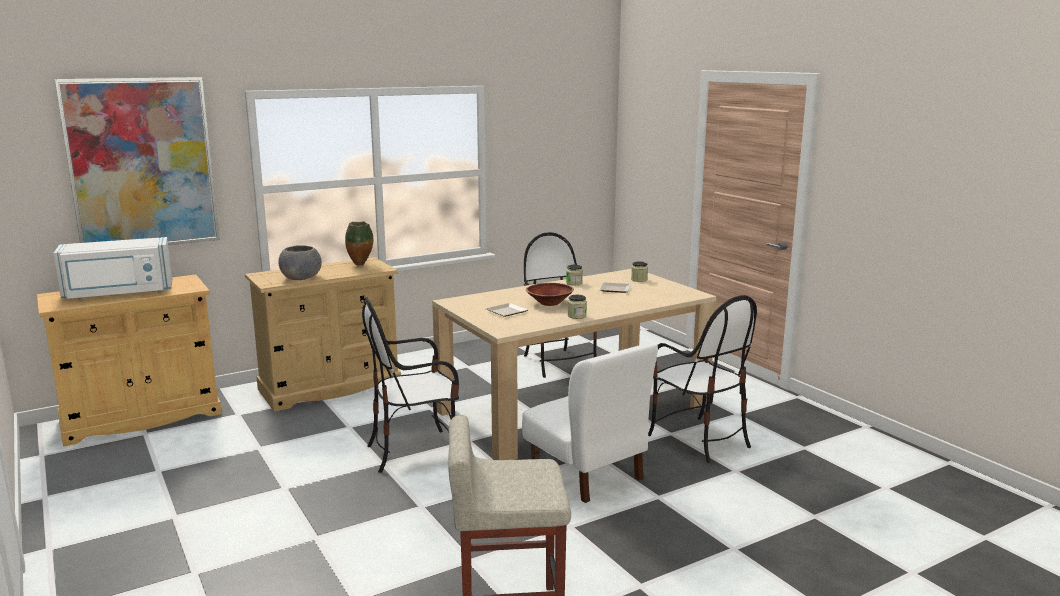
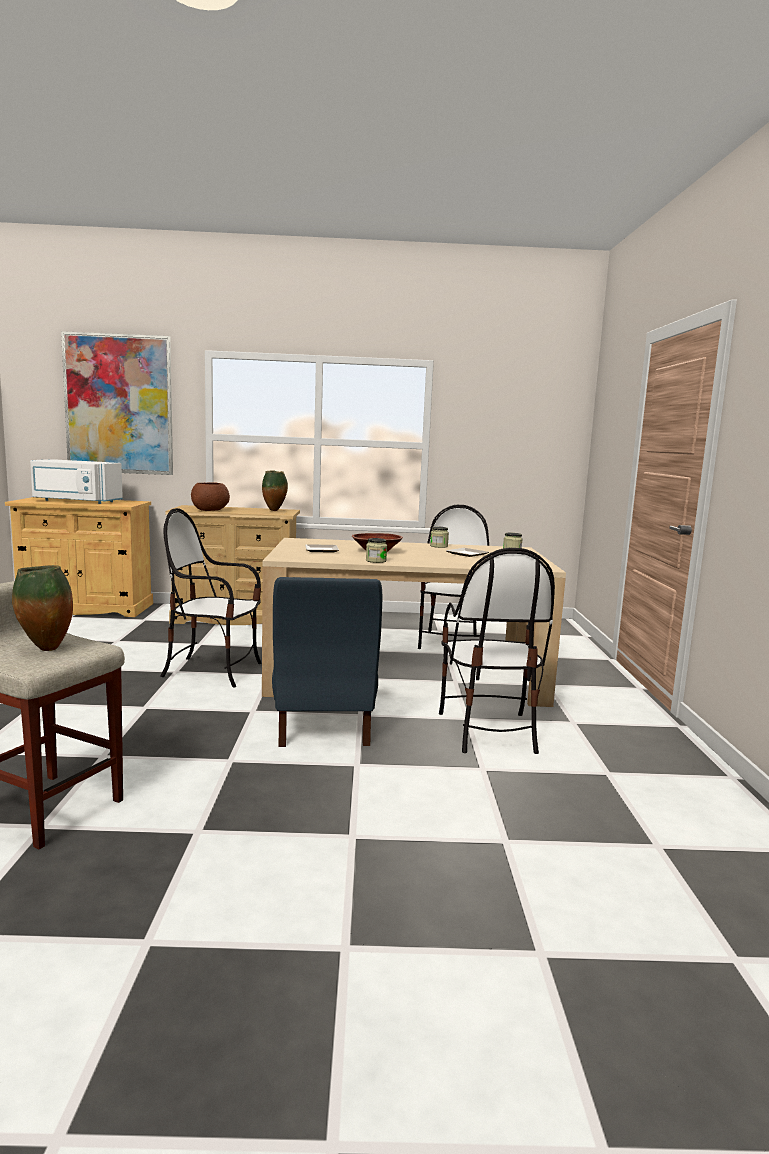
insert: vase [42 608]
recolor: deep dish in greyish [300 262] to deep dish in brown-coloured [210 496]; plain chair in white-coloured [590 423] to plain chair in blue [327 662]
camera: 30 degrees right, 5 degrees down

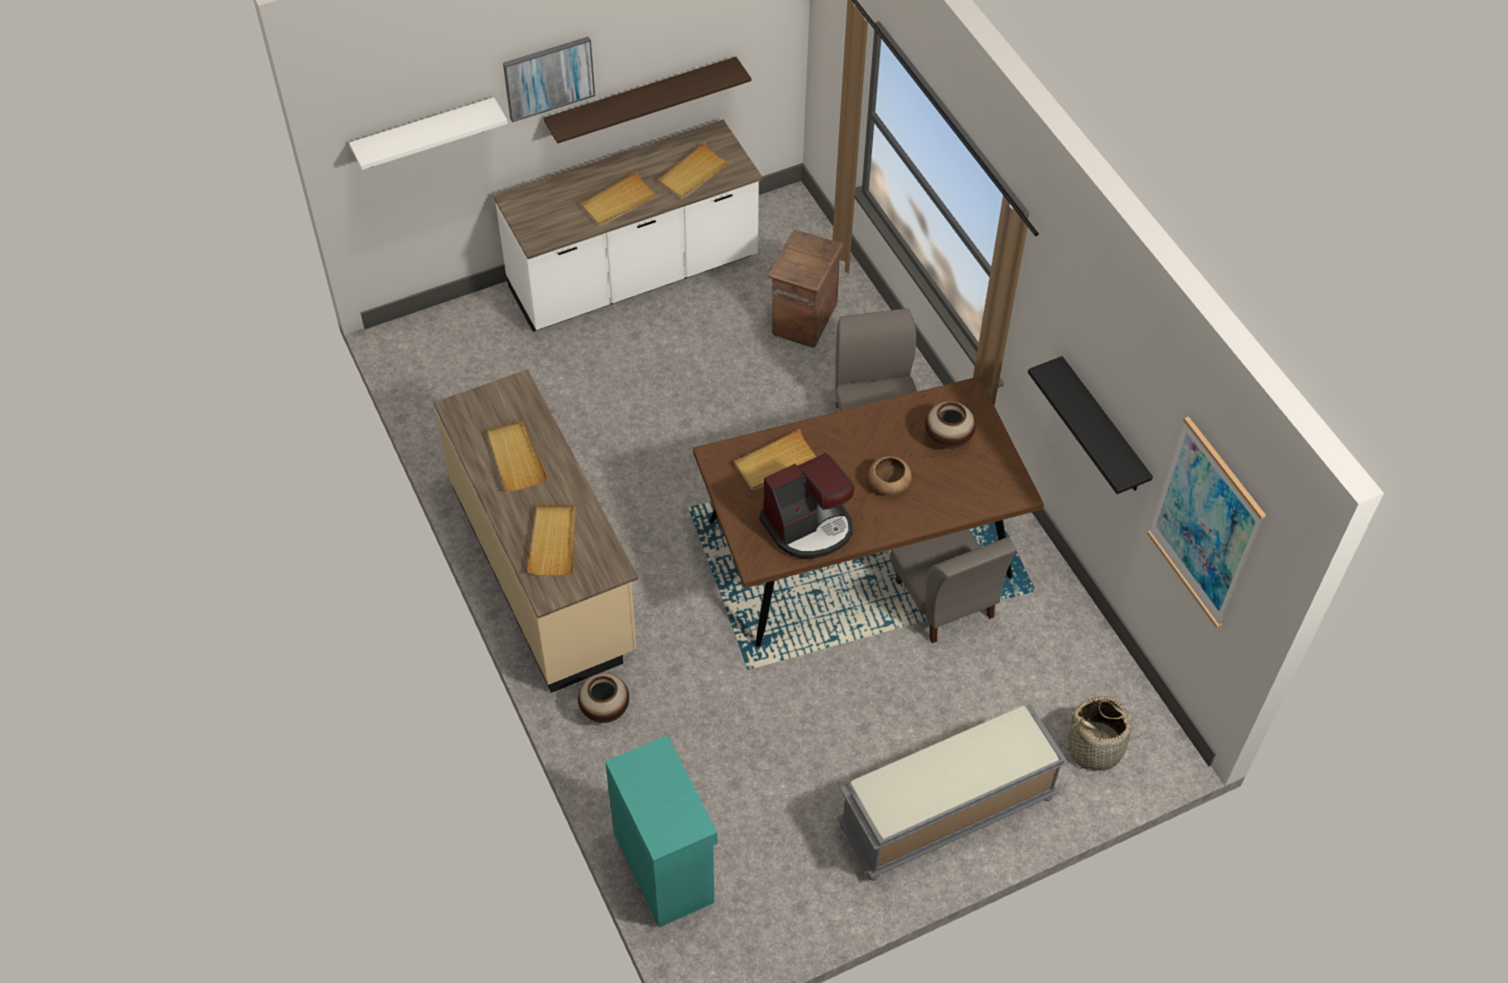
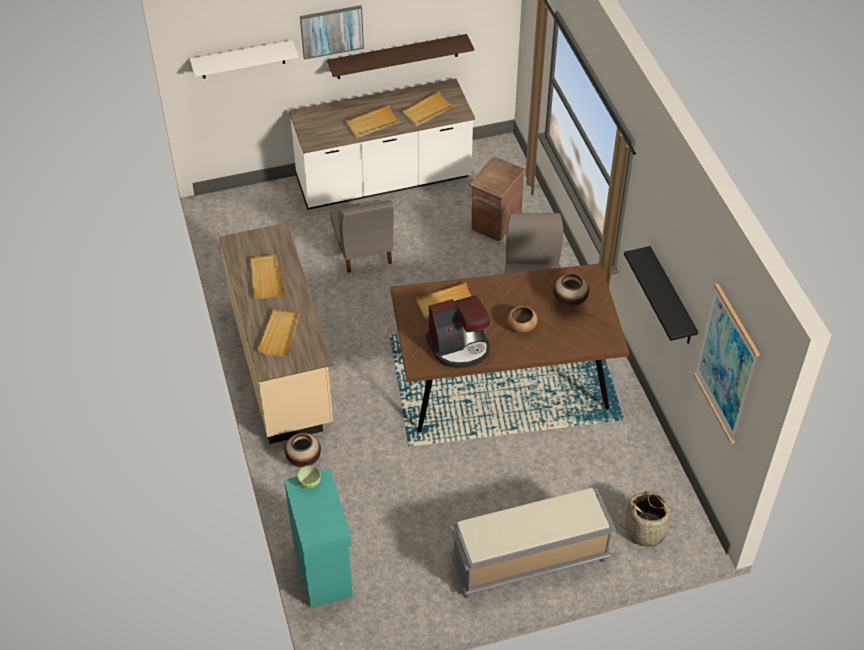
insert: deep dish in greenish [309 477]
move: plain chair in greyish [953 586] to [362 236]
camera: 10 degrees right, 5 degrees down

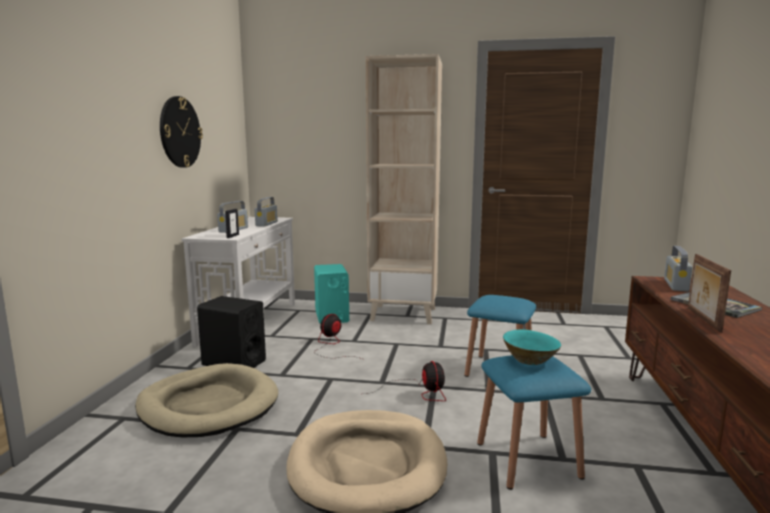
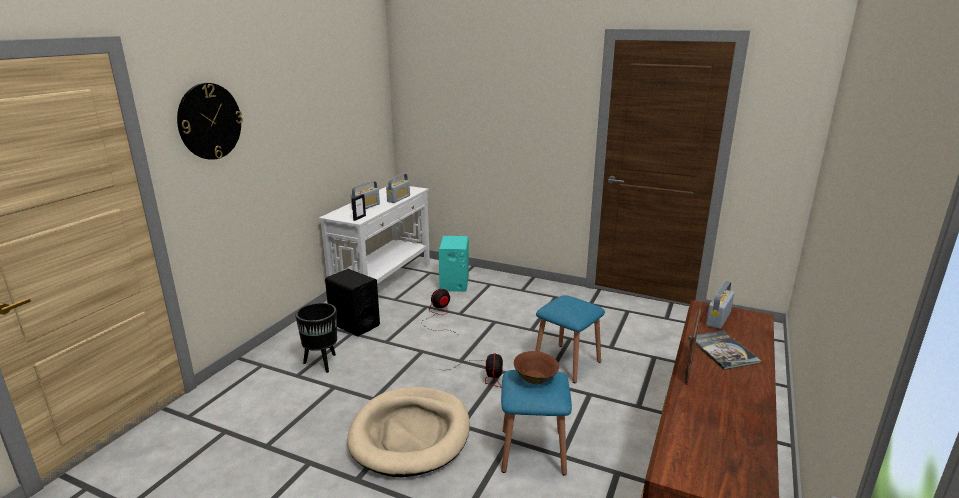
delete: bookshelf in beige-coloured [404 189]
move: hanging clock [181 132] to [210 121]
replace: pet bed in beige-coloured [206 400] to flower pot in blackish [316 338]
recolor: deep dish in blue-green [532 347] to deep dish in brown-coloured [536 367]
camera: 15 degrees right, 10 degrees up

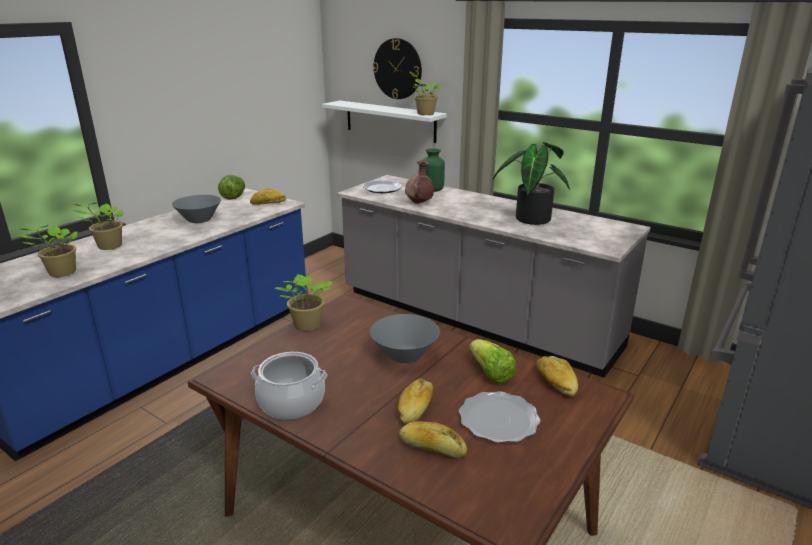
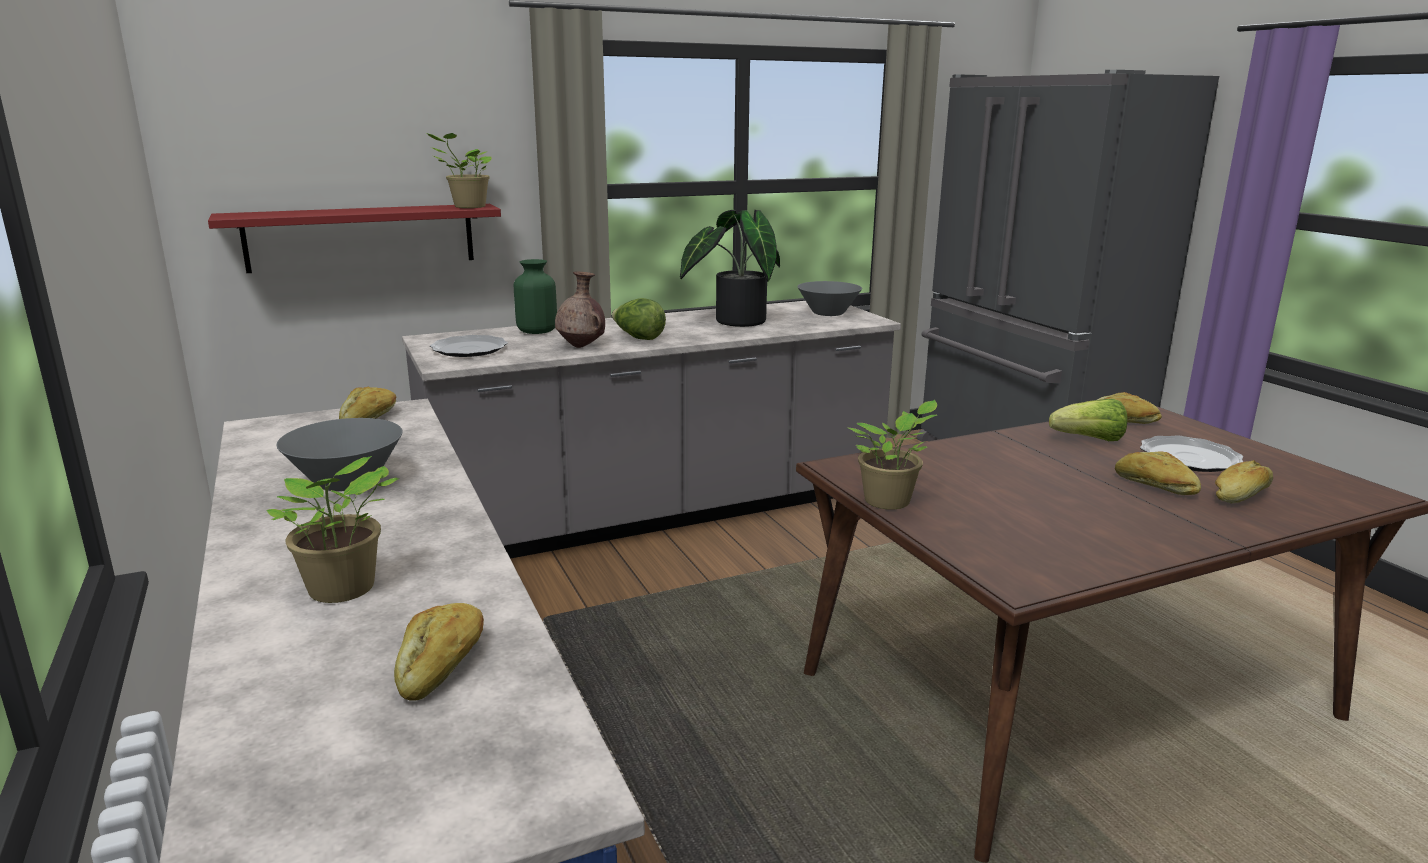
delete: saucepot [289 386]; hanging clock [397 68]
move: head of lettuce [231 187] to [638 319]; deep dish in greyish [405 338] to [829 298]
replace: potted plant [48 251] to bread [439 652]
recolor: wall shelf in white-coloured [384 122] to wall shelf in red [354 238]
camera: 60 degrees left, 5 degrees down

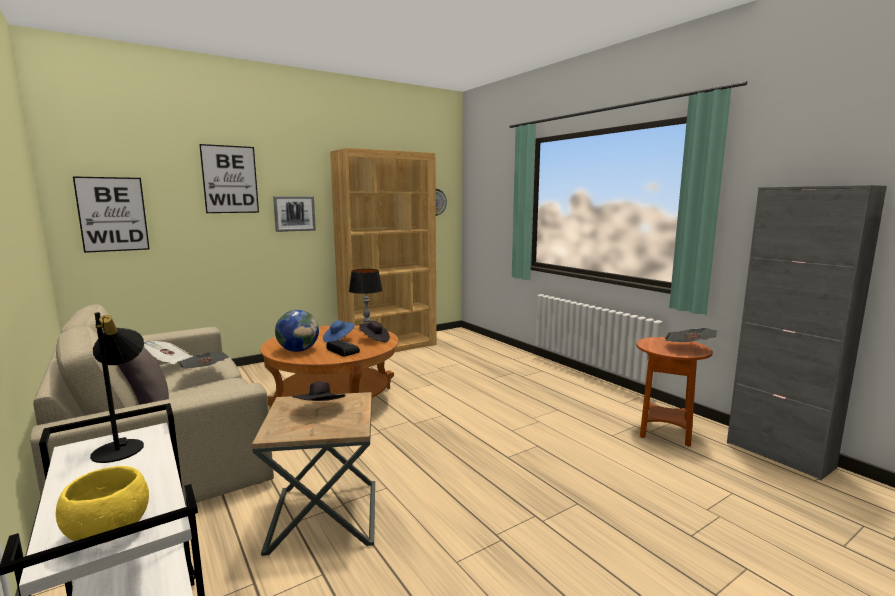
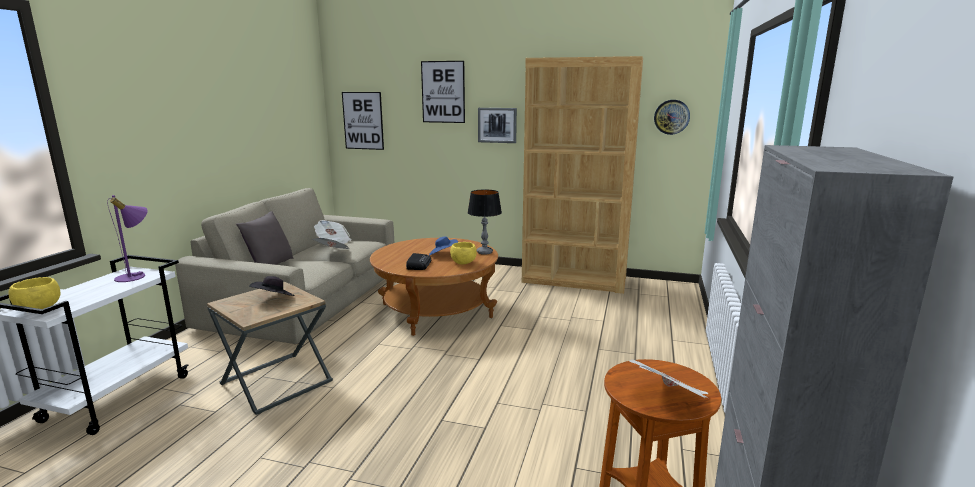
delete: globe [297 331]
replace: wearable hat in blackish [374 331] to deep dish in yellow-coloured [463 253]
recolor: lamp for a table in blackish [117 387] to lamp for a table in purple-coloured [127 238]
camera: 50 degrees right, 5 degrees up

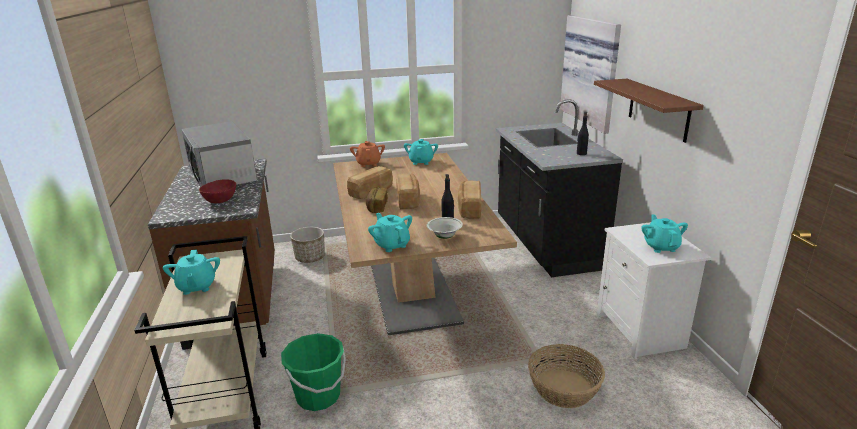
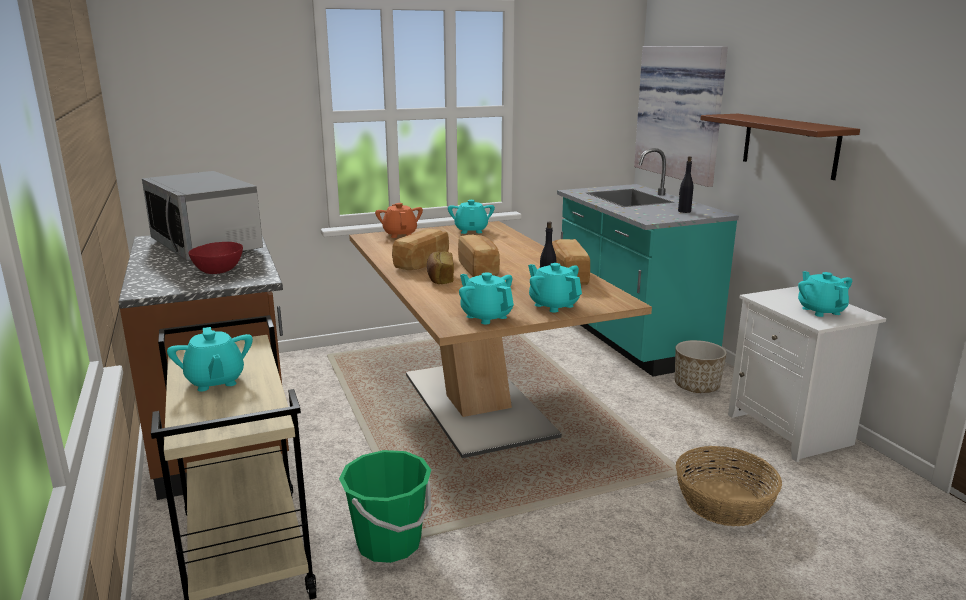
move: flower pot [307 245] to [701 366]
replace: deep dish in white-coloured [445 228] to tea pot in blue-green [555 288]
recolor: counter in blackish [559 188] to counter in blue-green [648 262]
camera: 10 degrees left, 5 degrees down

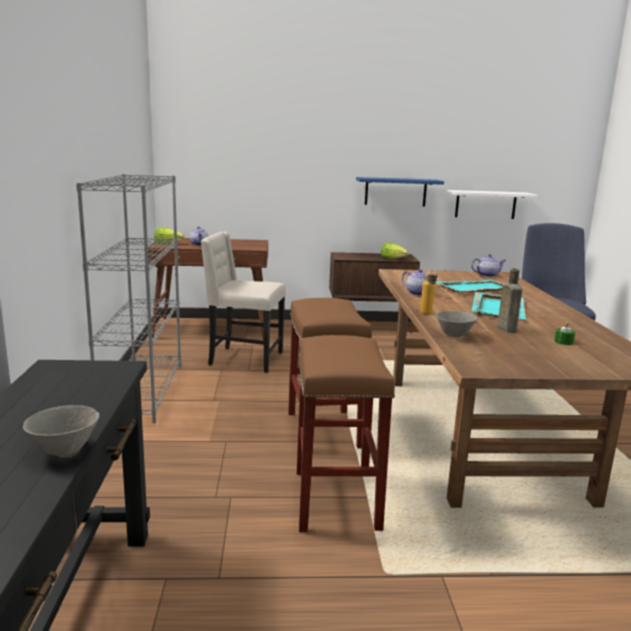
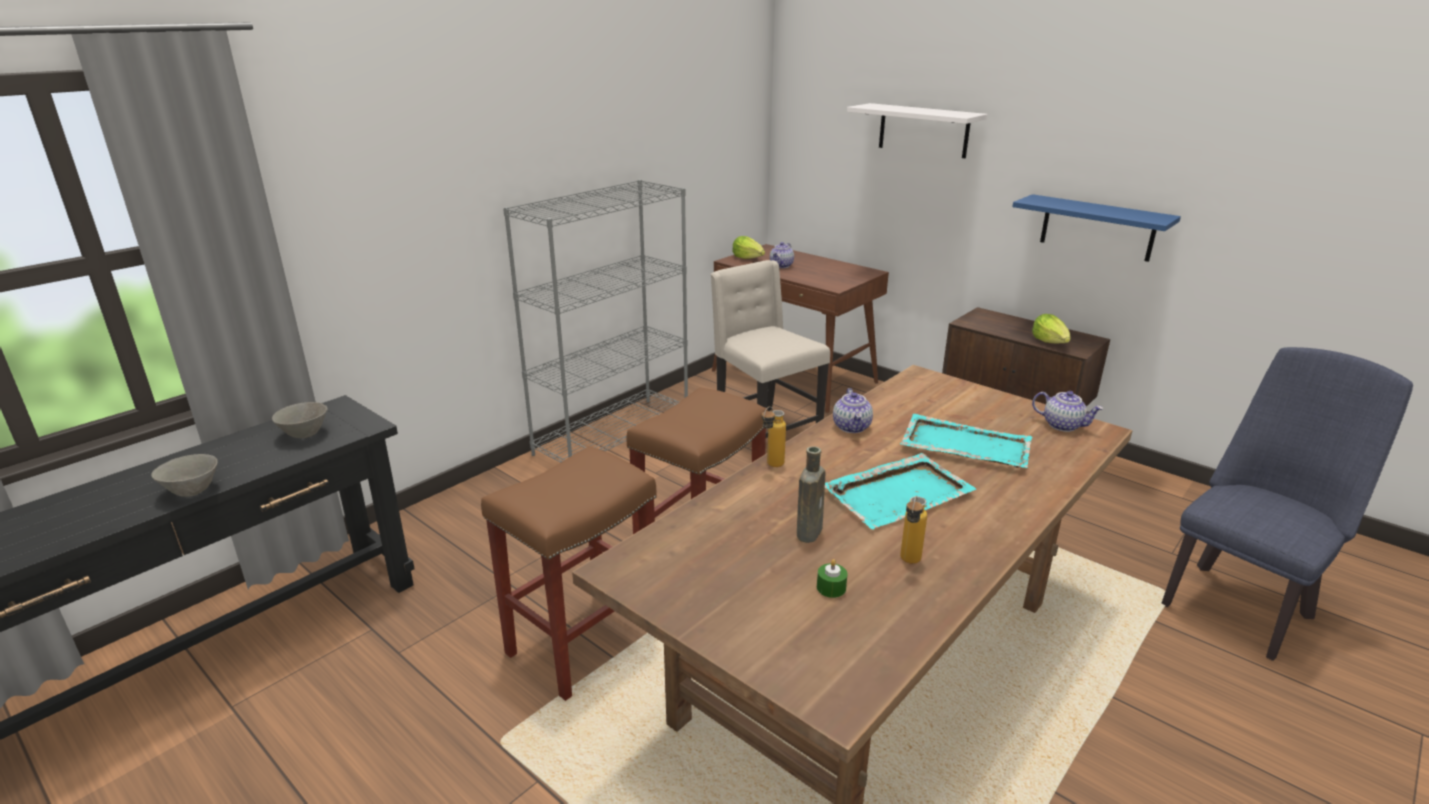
insert: bottle [913 530]
move: deep dish in greyish [457 324] to [300 420]; wall shelf in white-coloured [493 204] to [917 130]
camera: 45 degrees right, 10 degrees up

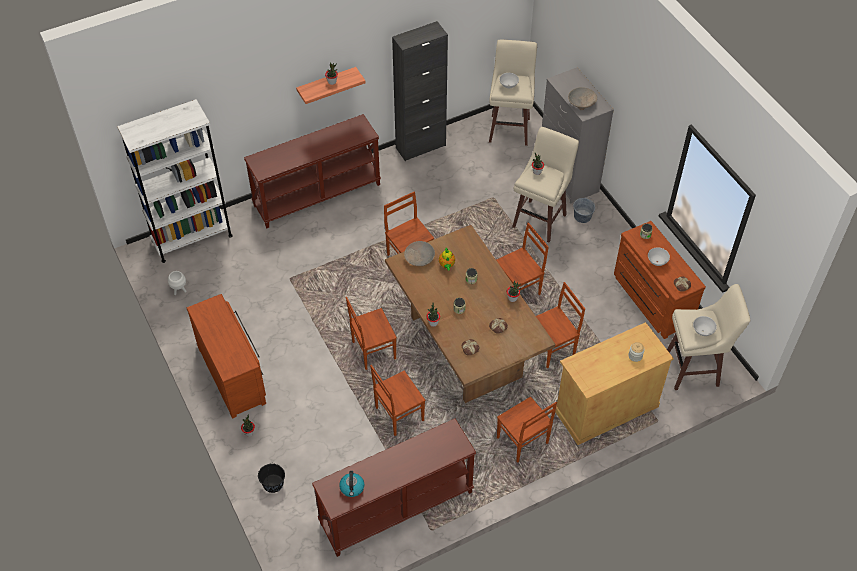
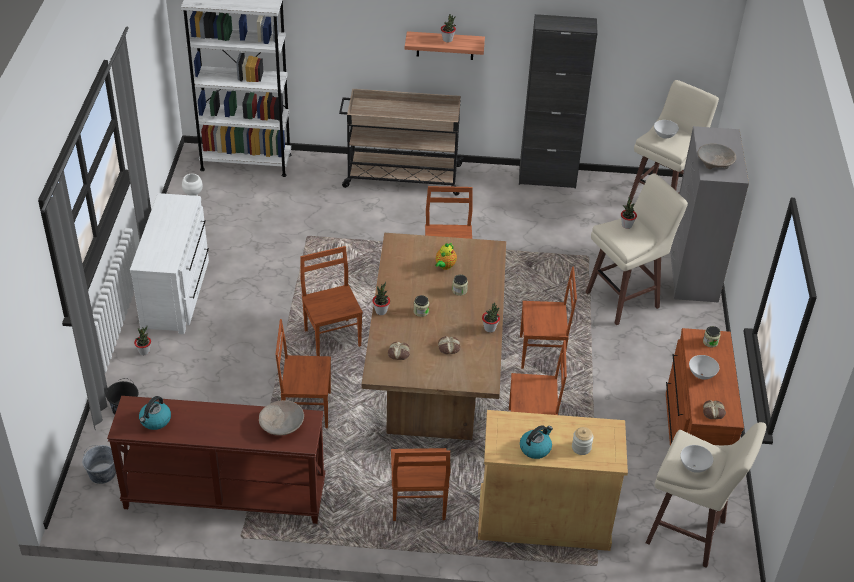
insert: kettle [536 442]
move: deep dish in beige-coloured [419 253] to [281 417]; bucket in greyish [584 210] to [99 464]
replace: console table in brown-coloured [312 171] to wheeled cart in beige-coloured [401 142]
recolor: dresser in brown-coloured [226 356] to dresser in white-coloured [169 263]
rotate: plain chair in brown-coloured [371 333] = [331 301] 60 degrees clockwise
camera: 30 degrees right, 10 degrees down

